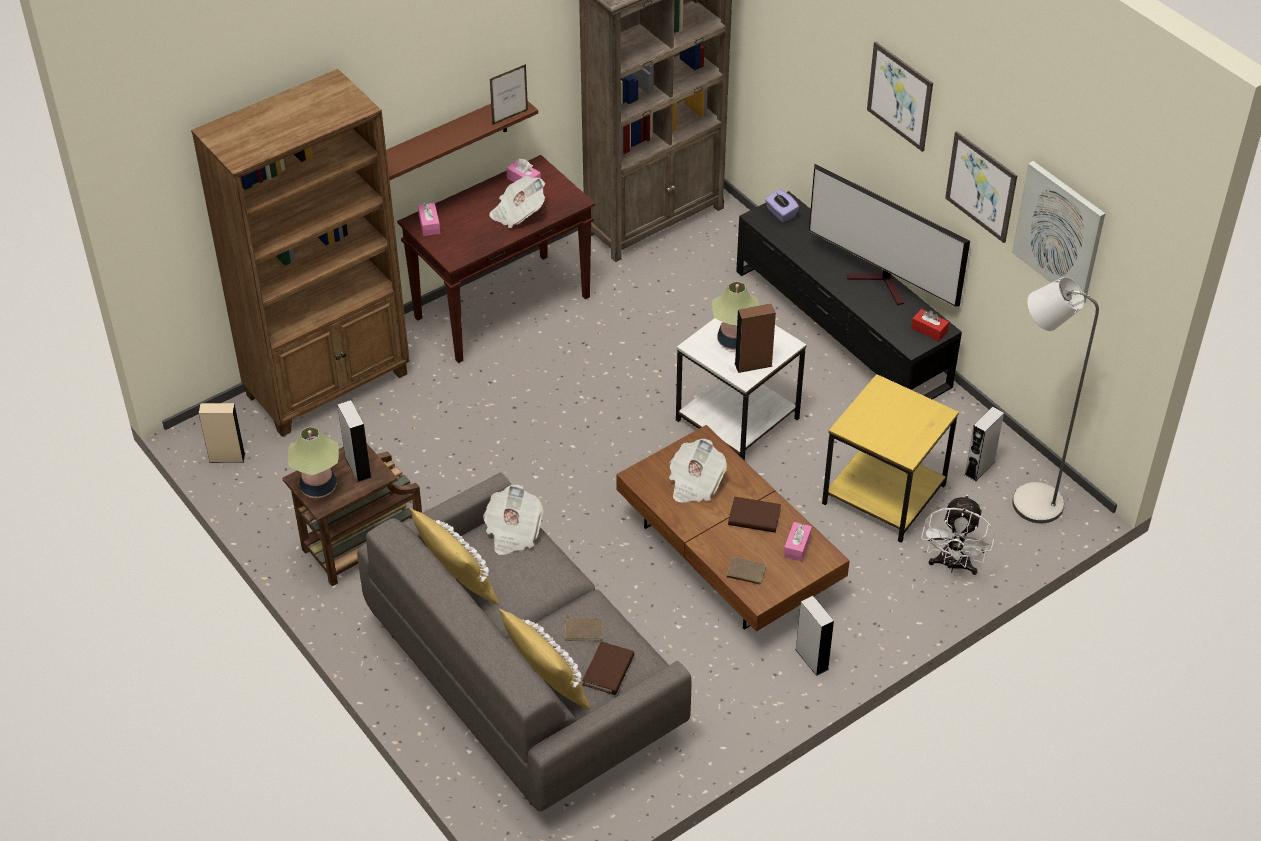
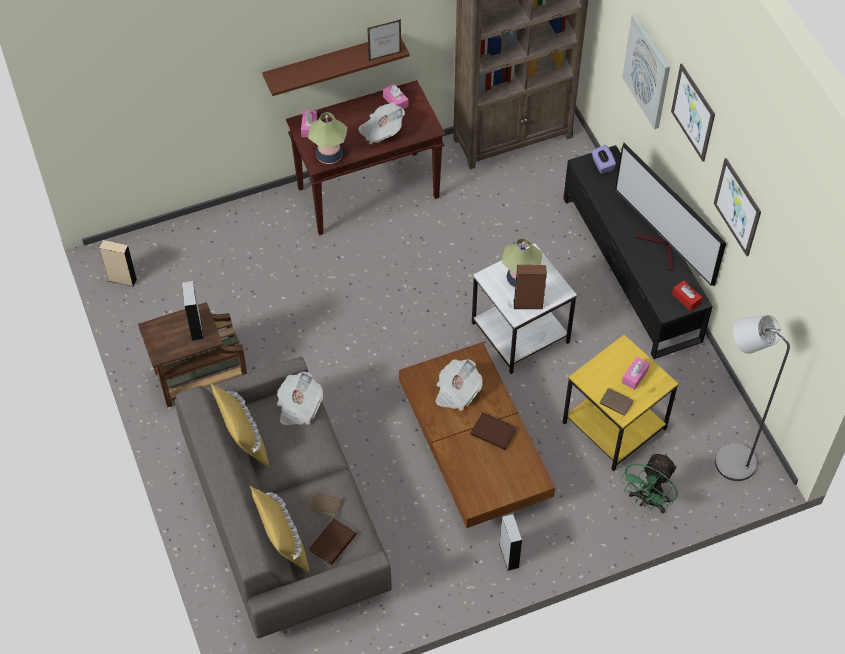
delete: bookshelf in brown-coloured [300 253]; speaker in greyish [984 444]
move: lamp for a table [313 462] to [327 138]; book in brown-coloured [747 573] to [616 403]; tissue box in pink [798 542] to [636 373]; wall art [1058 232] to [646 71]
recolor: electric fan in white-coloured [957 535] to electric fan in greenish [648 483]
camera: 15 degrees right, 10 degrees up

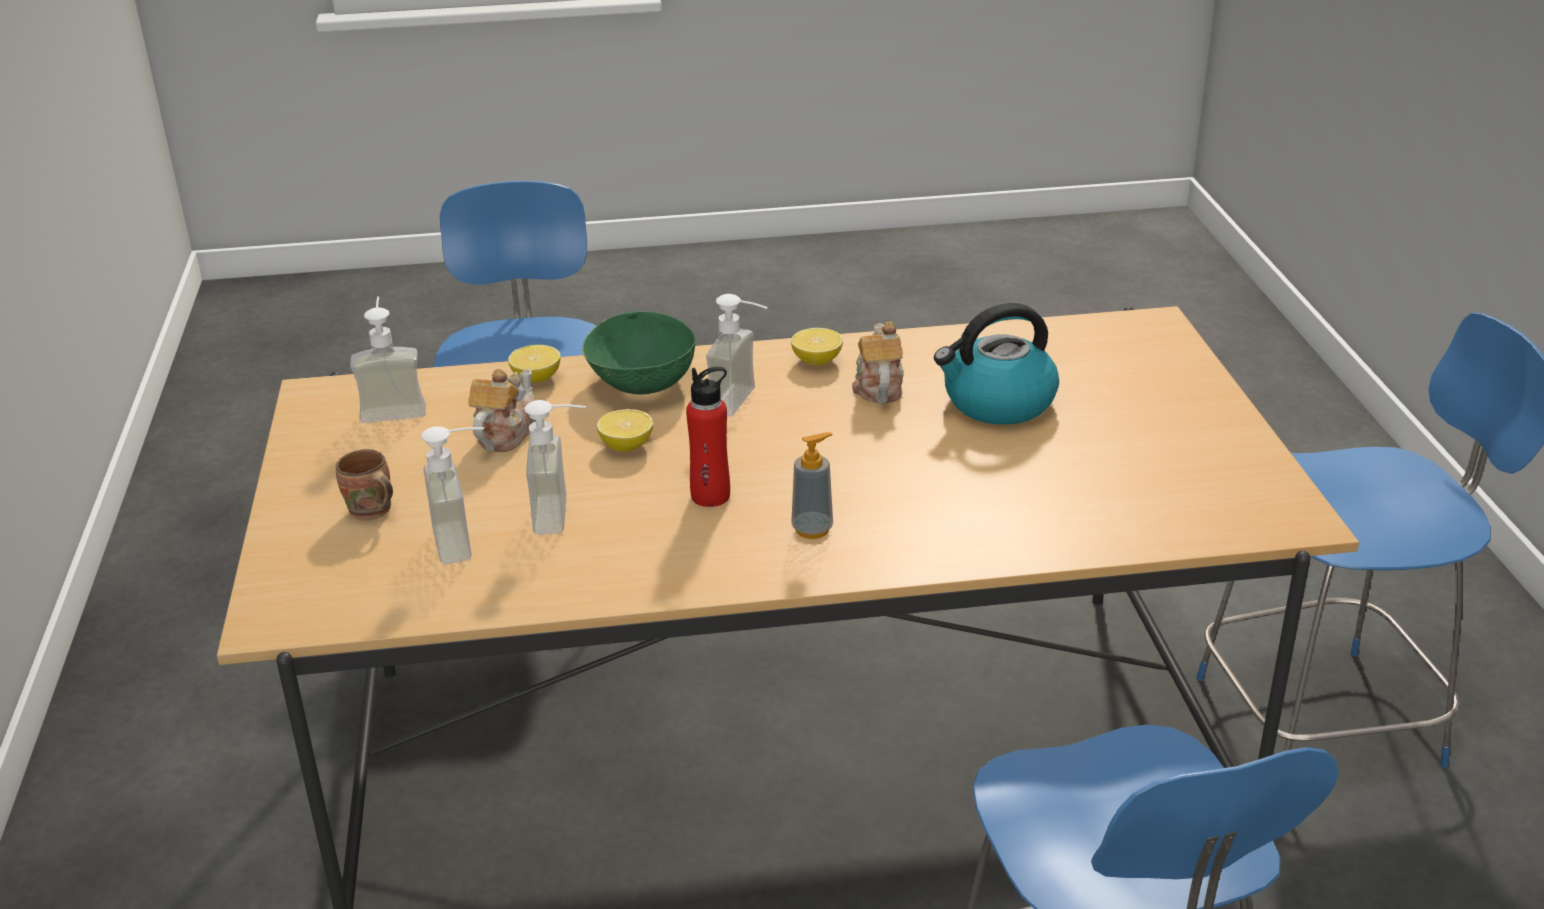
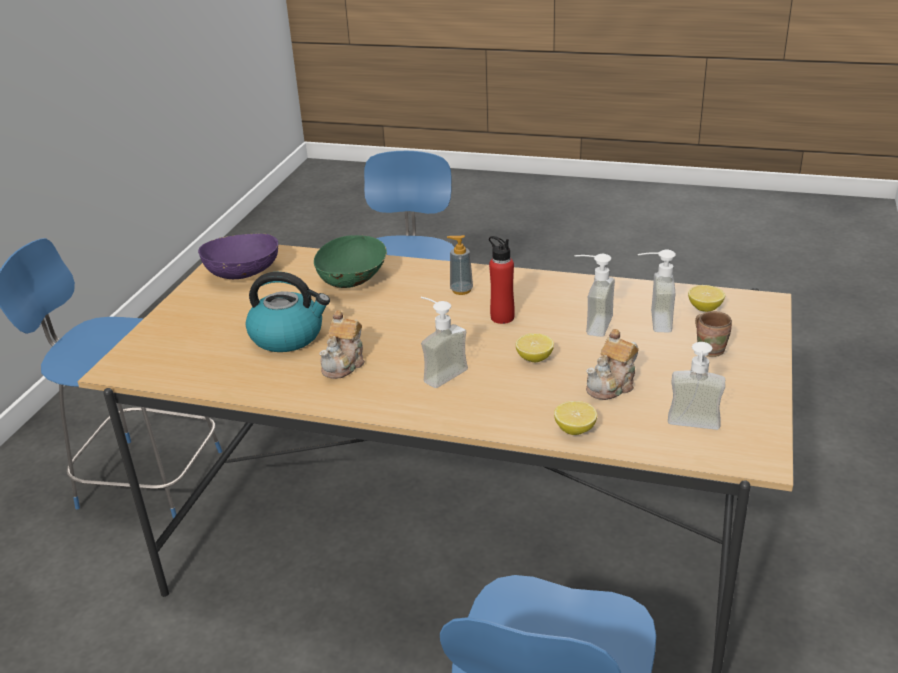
insert: deep dish in purple-coloured [238 256]
move: deep dish in greenish [639 352] to [350 261]; whole lemon [817 347] to [706 298]
camera: 155 degrees left, 0 degrees up

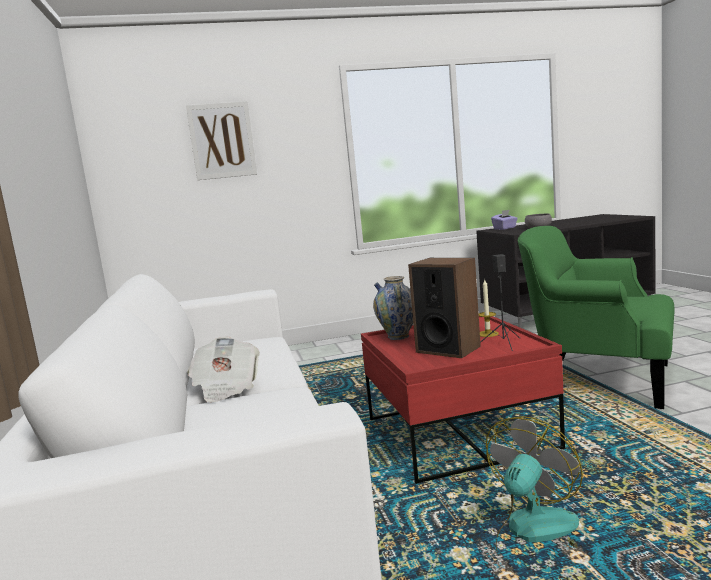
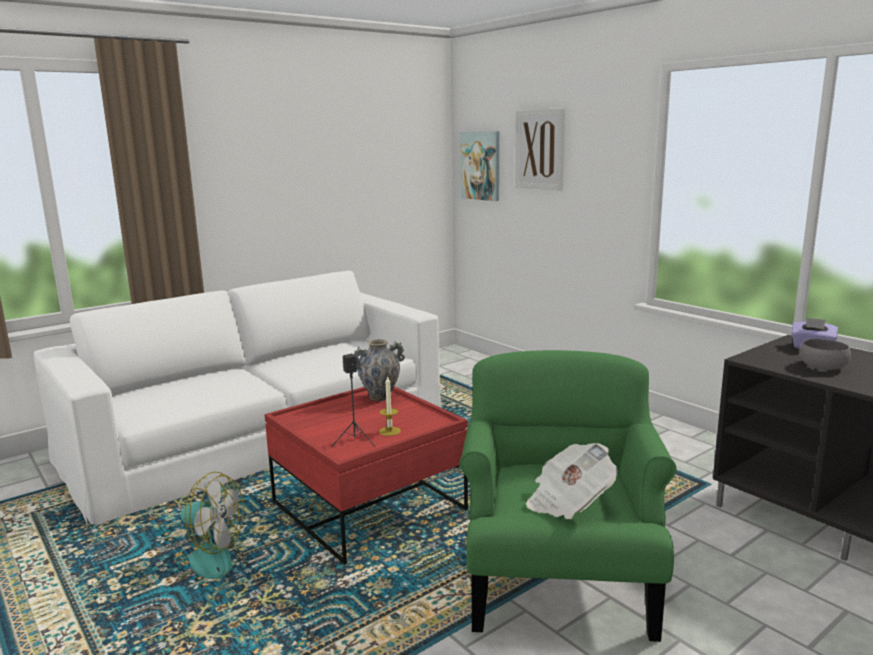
delete: speaker [444 308]
insert: wall art [479 166]
move: daily paper [223 370] to [572 481]
camera: 65 degrees right, 5 degrees up

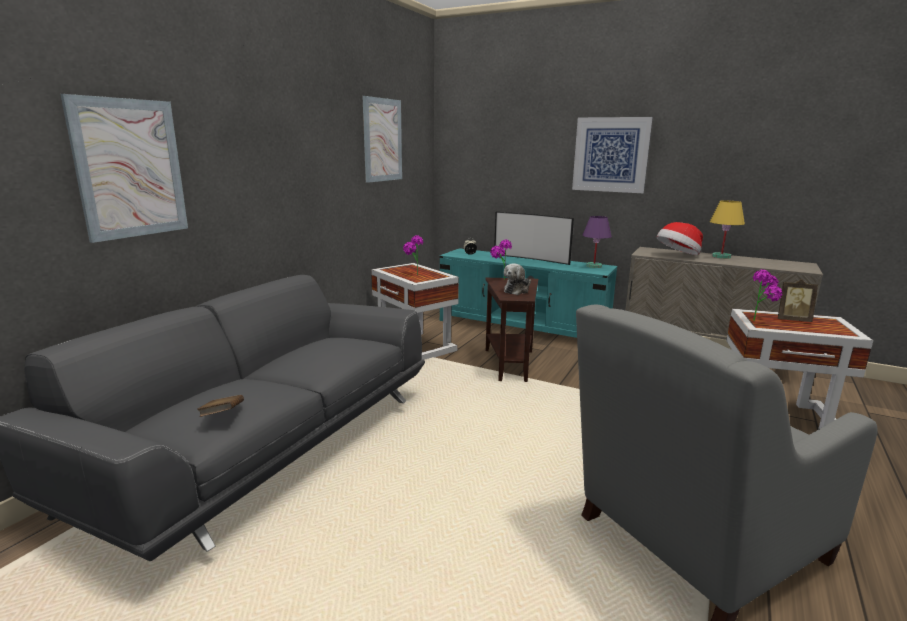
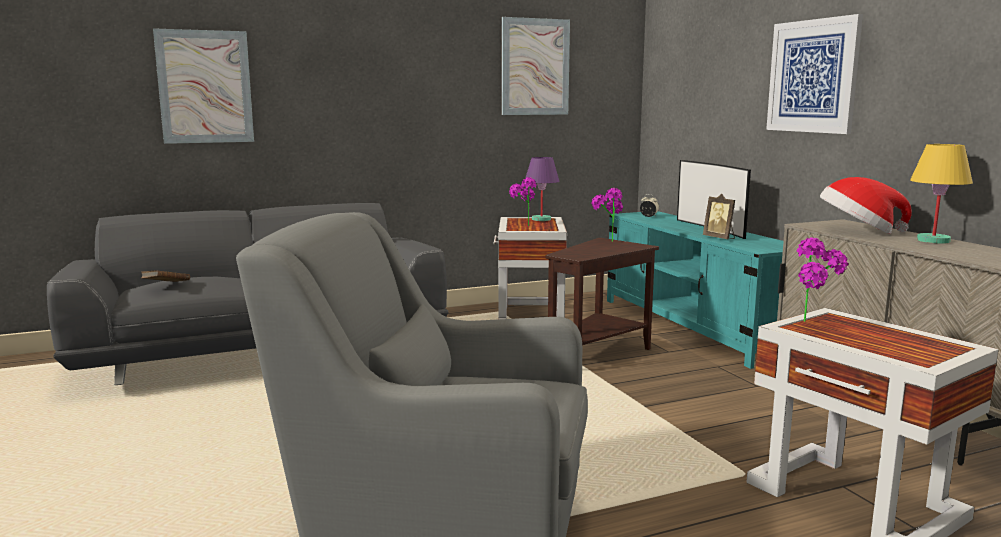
delete: soft toy [517 279]
move: lamp for a table in purple-coloured [597 242] to [543 189]; standing frame [798 300] to [719 216]
camera: 40 degrees right, 5 degrees down

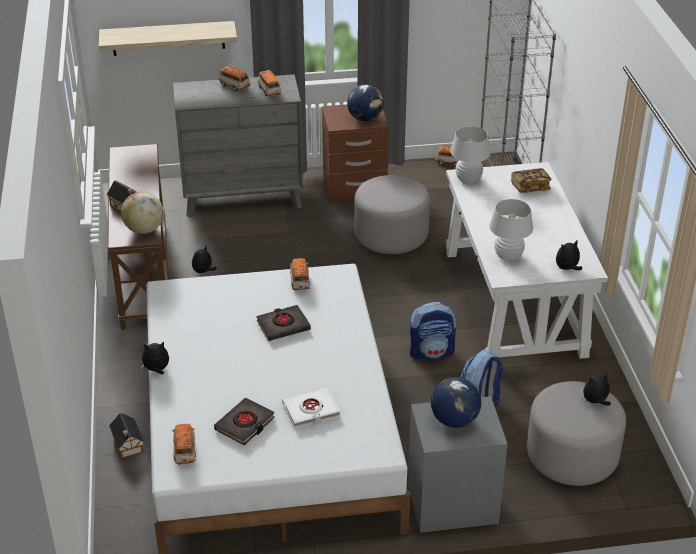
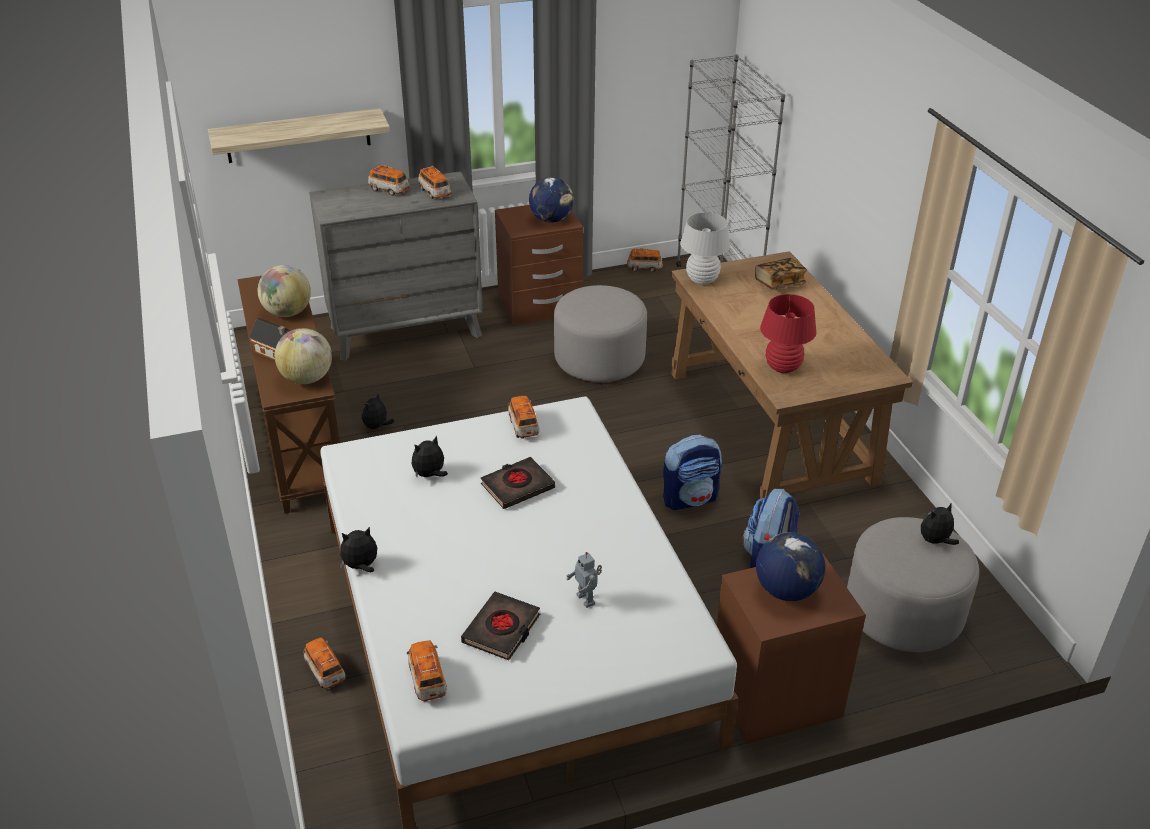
insert: globe [284 291]
move: soft toy [569 255] to [430 456]
replace: model house [126 436] to toy car [324 663]; book in white-coloured [311 408] to robot figure [584 580]
recolor: bedside table in greyish [458 464] to bedside table in brown-coloured [791 647]; desk unit in white-coloured [527 260] to desk unit in brown-coloured [792 375]; lamp for a table in white-coloured [511 230] to lamp for a table in red [788 333]
camera: 10 degrees left, 0 degrees up

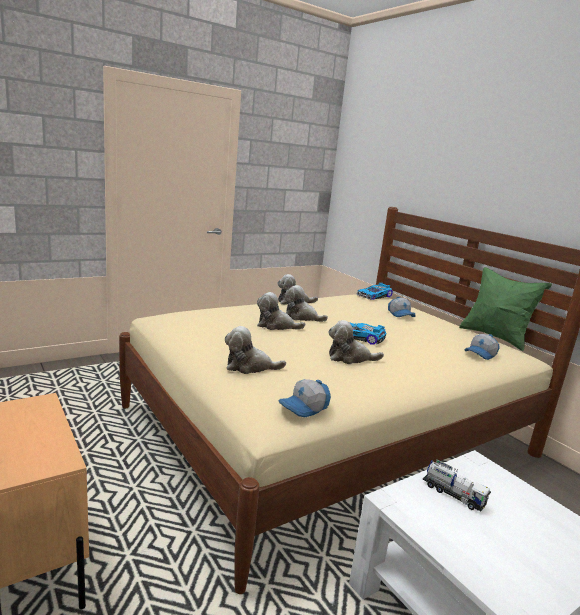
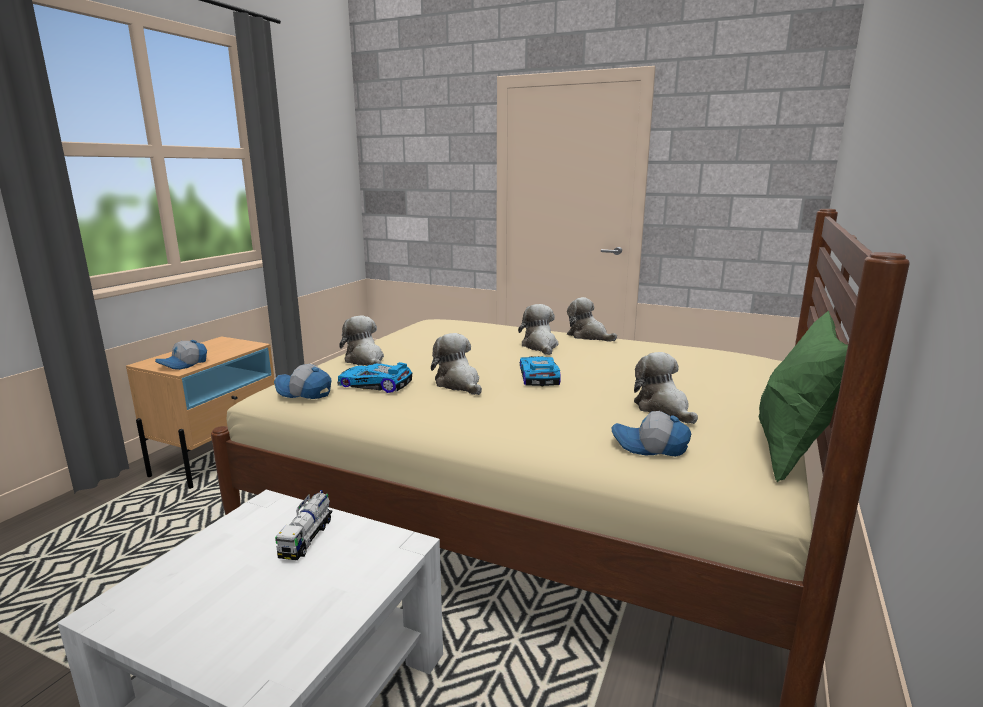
move: soft toy [281 311] to [666 388]; toy car [375 291] to [374 377]; peaked cap [402 307] to [181 355]
camera: 60 degrees right, 0 degrees up

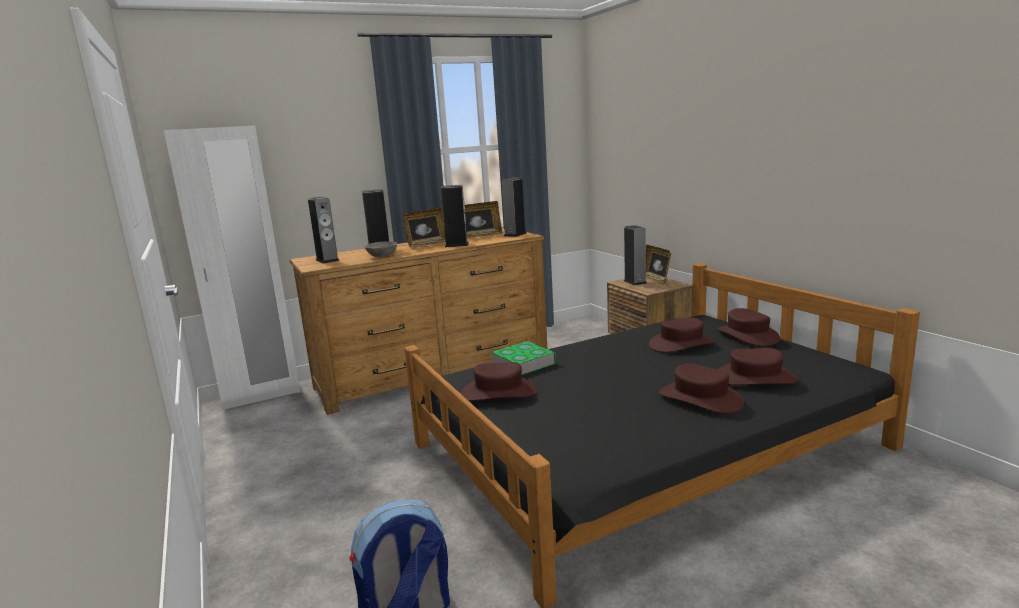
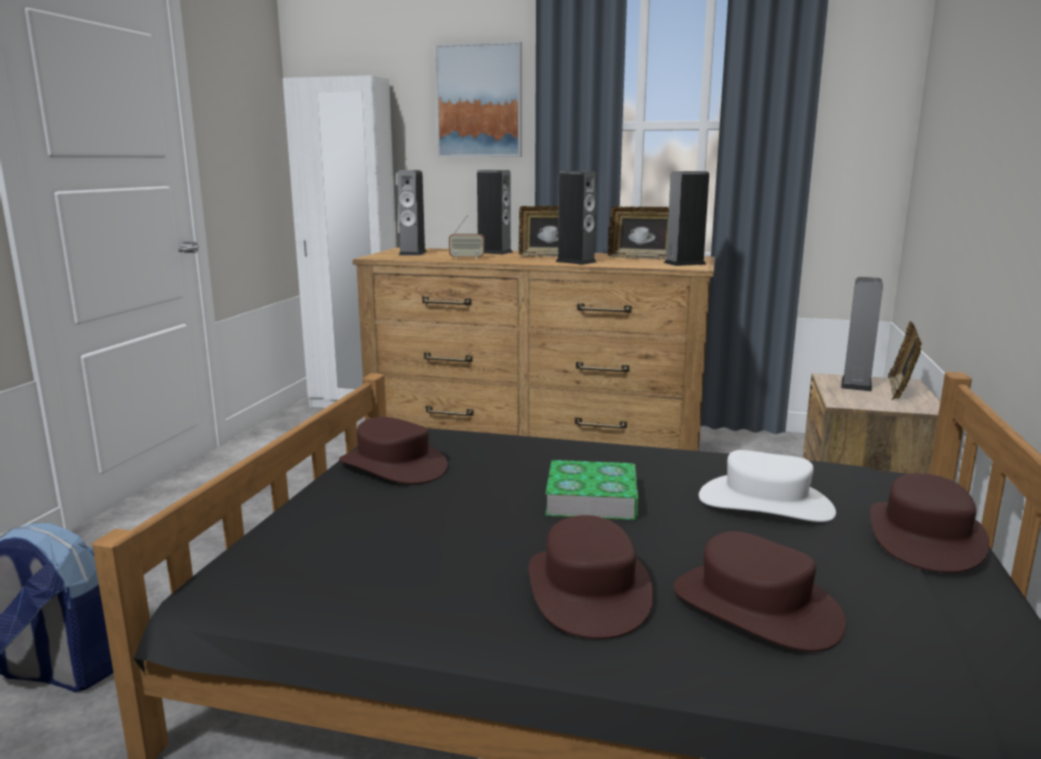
insert: wall art [478 99]
move: book [523 358] to [591 490]
replace: deep dish in greyish [381 249] to radio set [466 237]
recolor: wearable hat in brown-coloured [682 334] to wearable hat in white-coloured [767 486]
camera: 40 degrees right, 0 degrees up

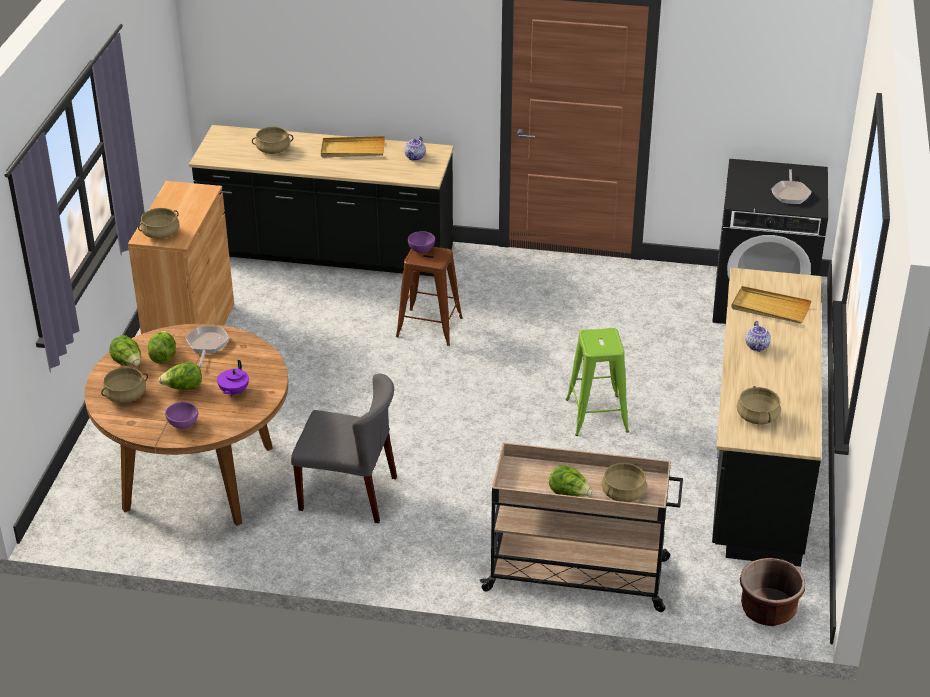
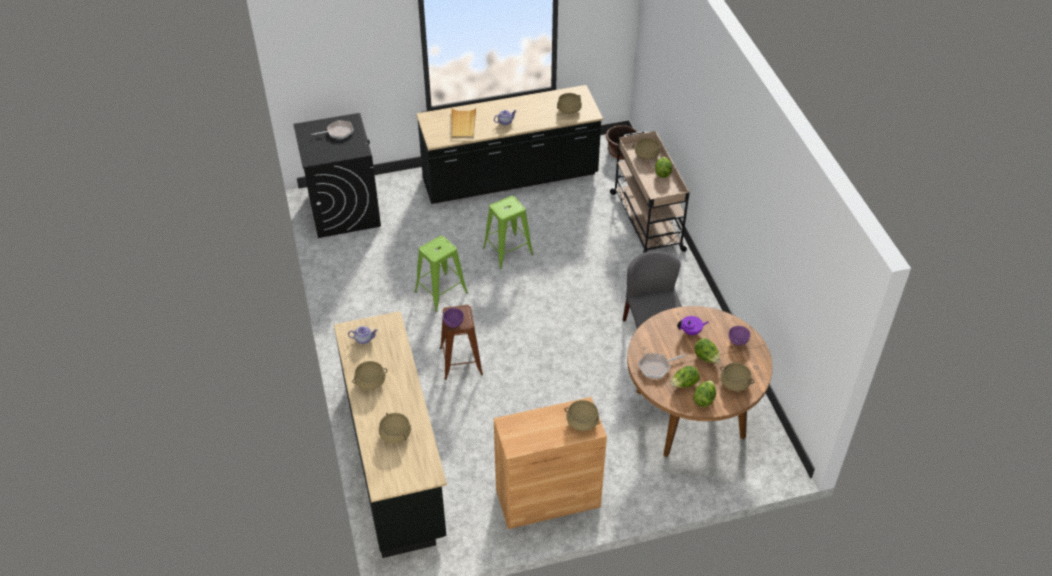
insert: stool seat in greenish [441 274]
replace: serving tray in beige-coloured [353 147] to saucepot in beige-coloured [370 375]
camera: 115 degrees left, 10 degrees up

